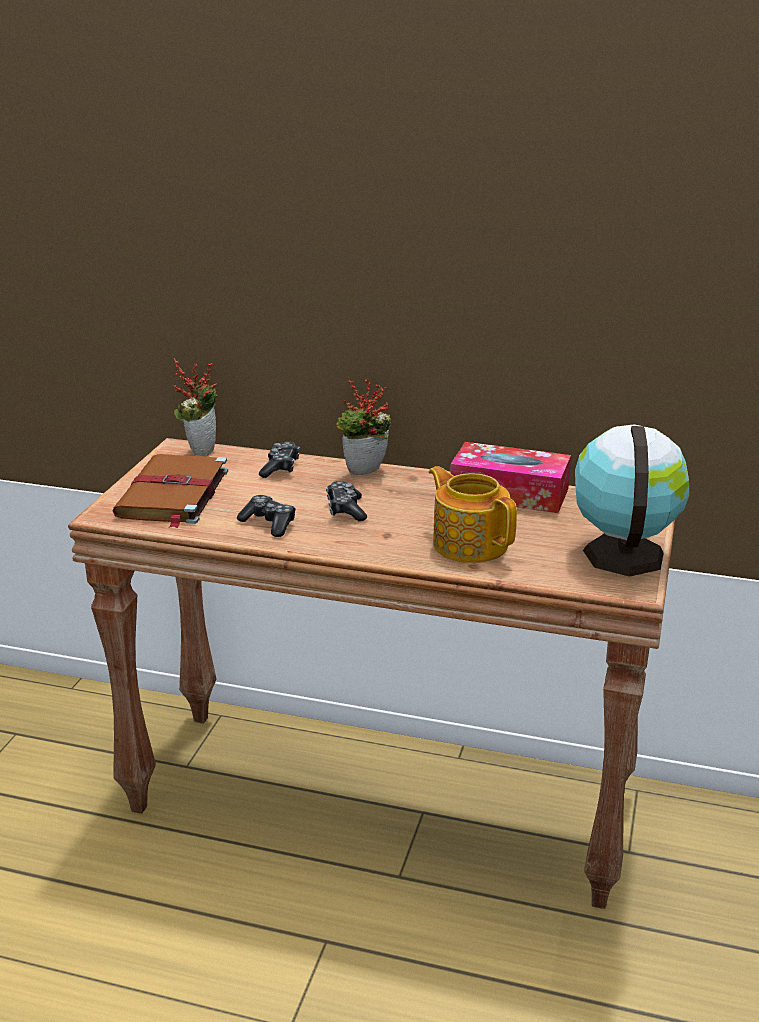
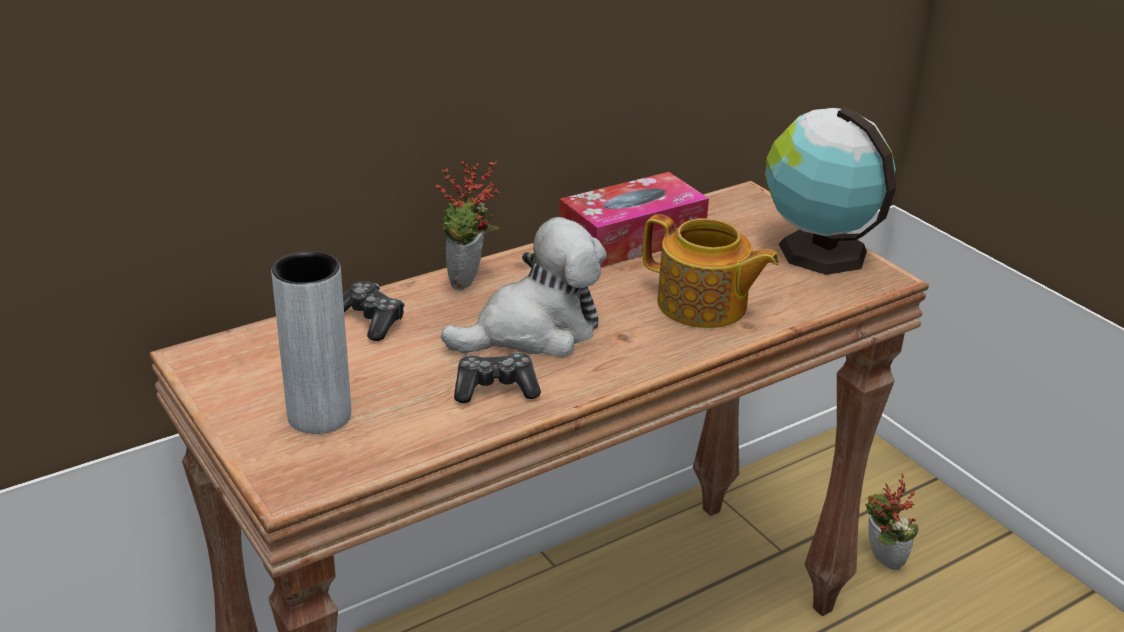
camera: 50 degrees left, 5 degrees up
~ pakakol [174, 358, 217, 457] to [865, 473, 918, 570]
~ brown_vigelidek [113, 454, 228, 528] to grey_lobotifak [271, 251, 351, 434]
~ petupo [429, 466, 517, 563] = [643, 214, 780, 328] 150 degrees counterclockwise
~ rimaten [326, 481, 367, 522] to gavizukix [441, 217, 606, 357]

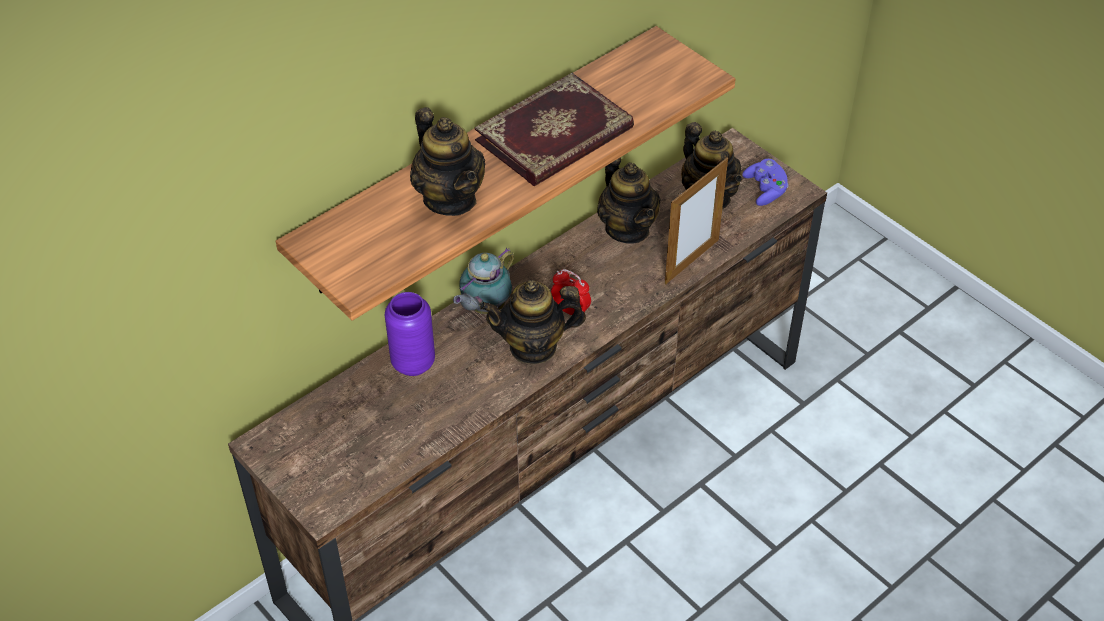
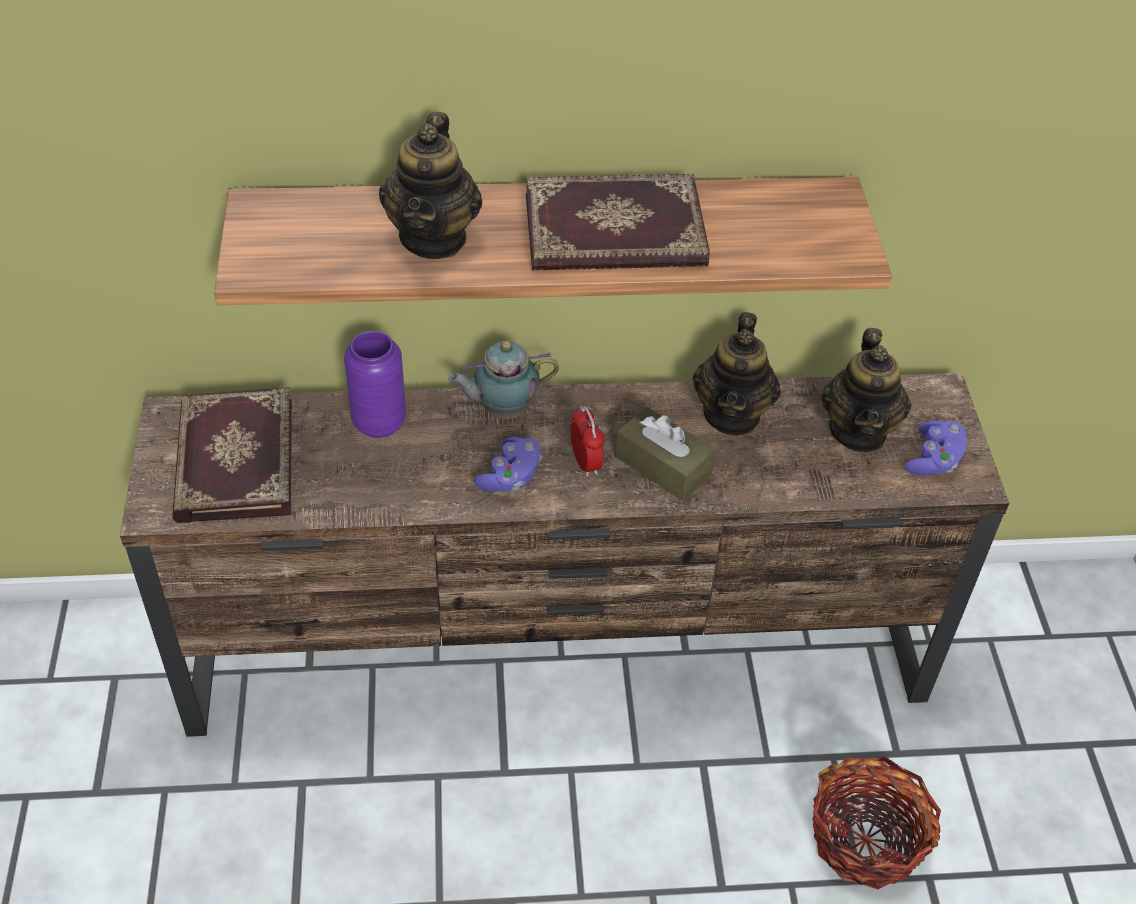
camera: 35 degrees right, 0 degrees up
- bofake [665, 158, 728, 284]
~ petupo [480, 280, 586, 364] to purple_rimaten [474, 437, 542, 492]
+ vigelidek [172, 387, 292, 523]
+ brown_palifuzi [615, 407, 715, 501]
+ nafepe [812, 757, 941, 889]

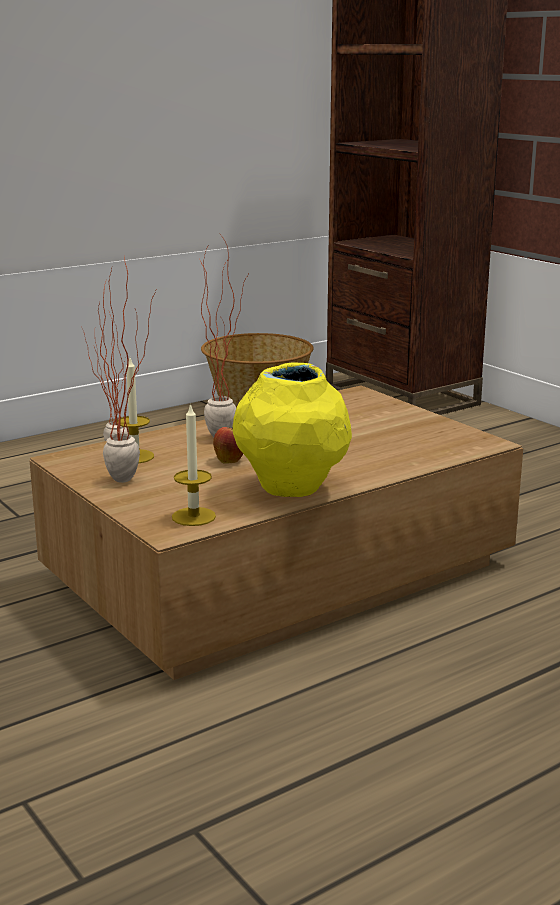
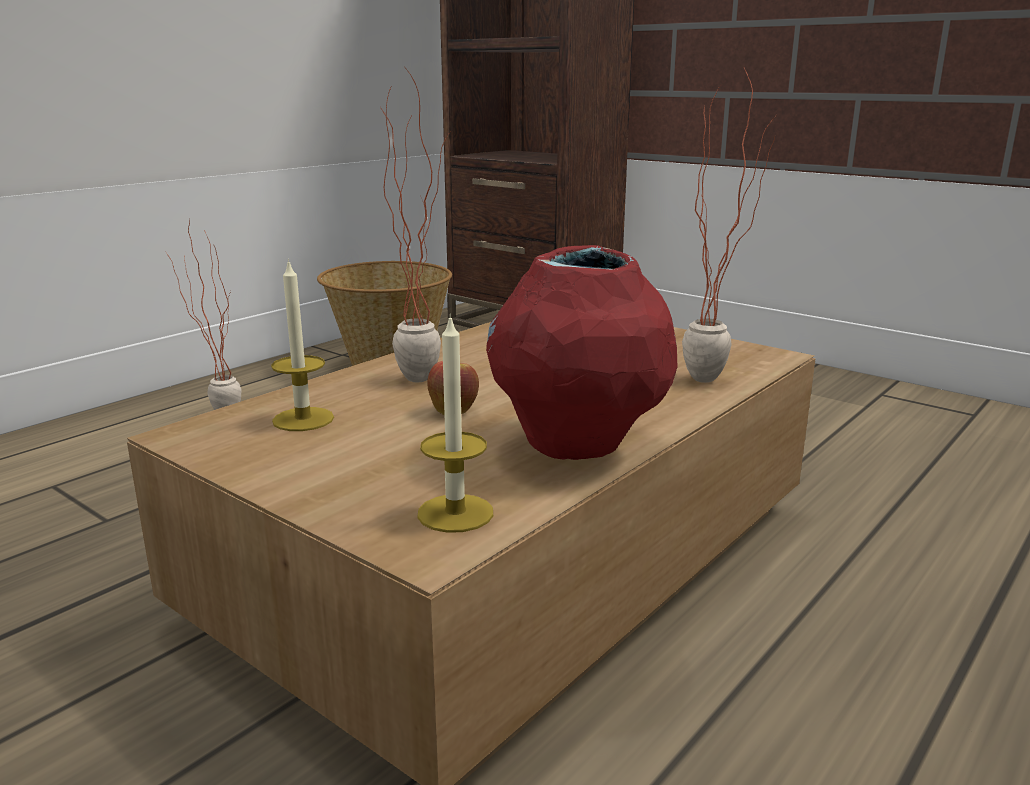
camera: 15 degrees left, 0 degrees up
~ pakakol [94, 258, 156, 483] to [682, 68, 775, 383]
~ yellow_lobotifak [233, 362, 352, 497] to red_lobotifak [486, 245, 678, 460]

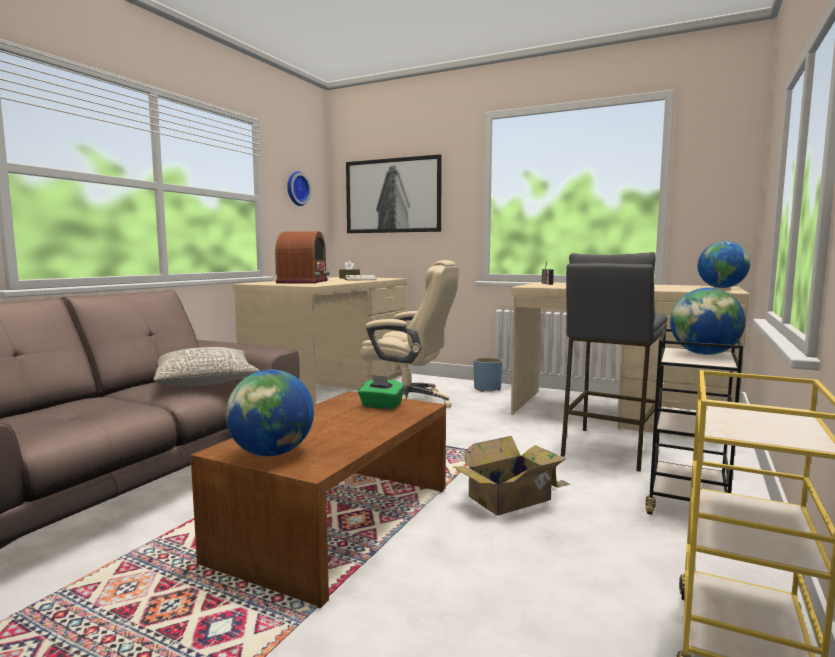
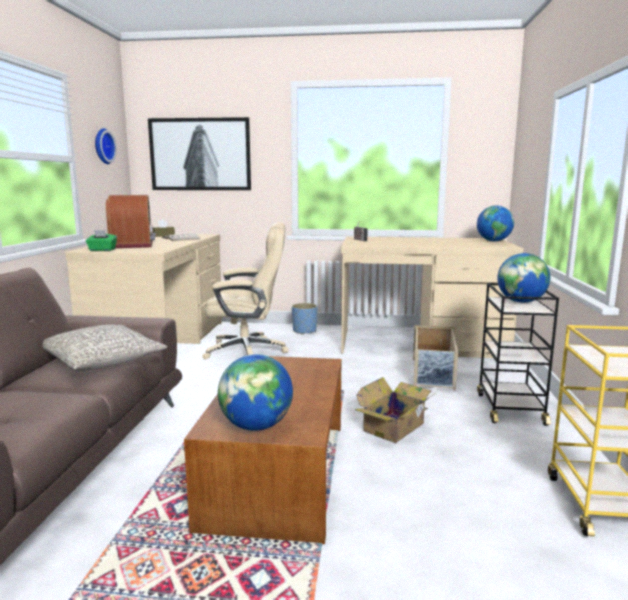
camera: 20 degrees left, 5 degrees up
~ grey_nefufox [561, 252, 667, 472] to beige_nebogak [413, 325, 458, 391]
~ green_palifuzi [358, 375, 405, 409] to [86, 230, 117, 251]

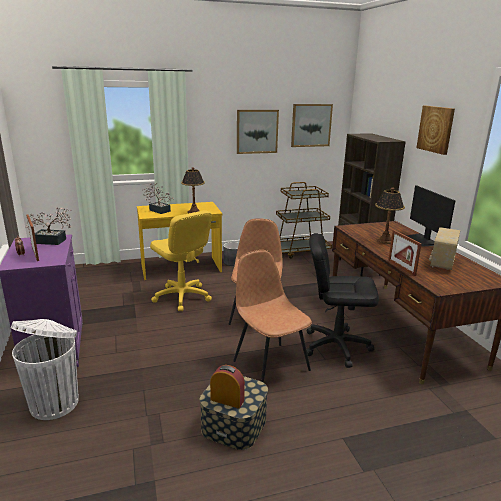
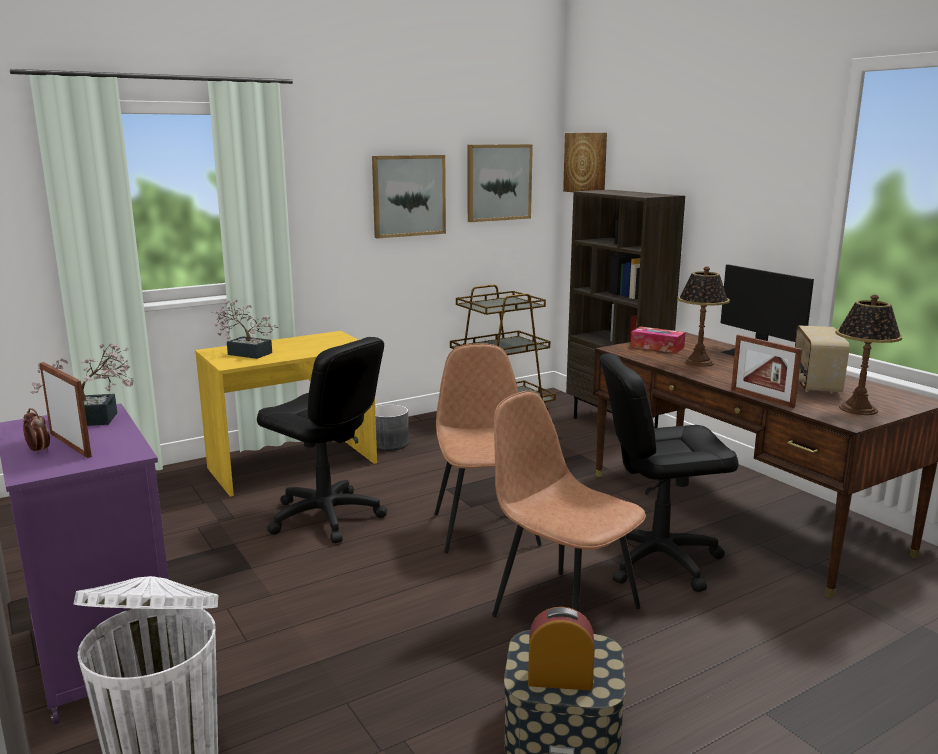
camera: 15 degrees left, 5 degrees down
~ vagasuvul [417, 106, 455, 155] to [563, 133, 607, 192]
~ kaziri [181, 167, 205, 213] to [836, 294, 902, 415]
~ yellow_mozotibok [150, 210, 212, 311] to black_mozotibok [257, 337, 387, 543]
+ palifuzi [631, 326, 685, 353]

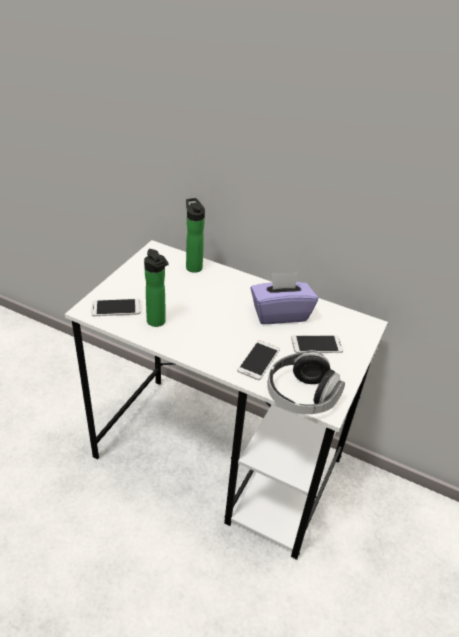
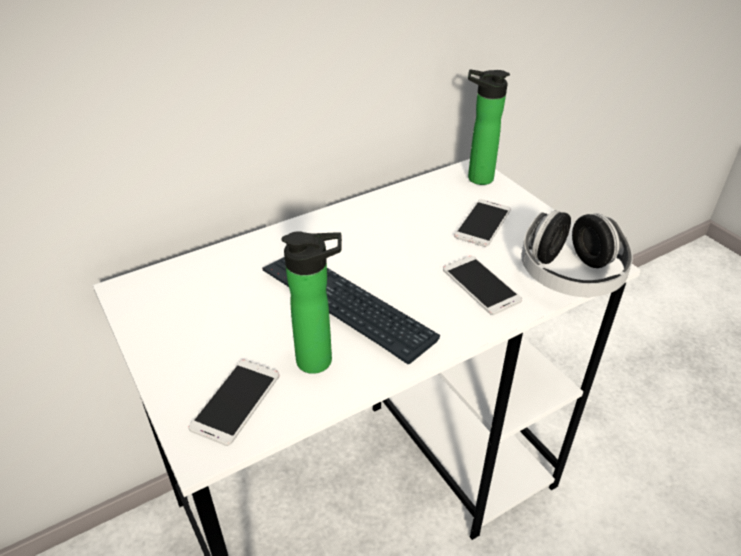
camera: 55 degrees left, 0 degrees up
~ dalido [186, 198, 205, 273] to [468, 69, 510, 185]
- purple_palifuzi [250, 272, 318, 324]
+ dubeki [262, 257, 441, 364]

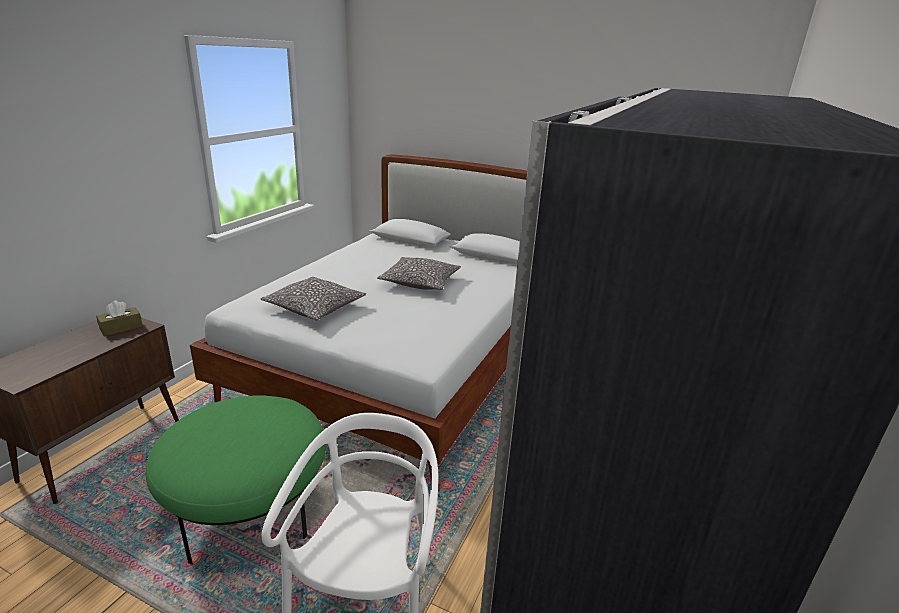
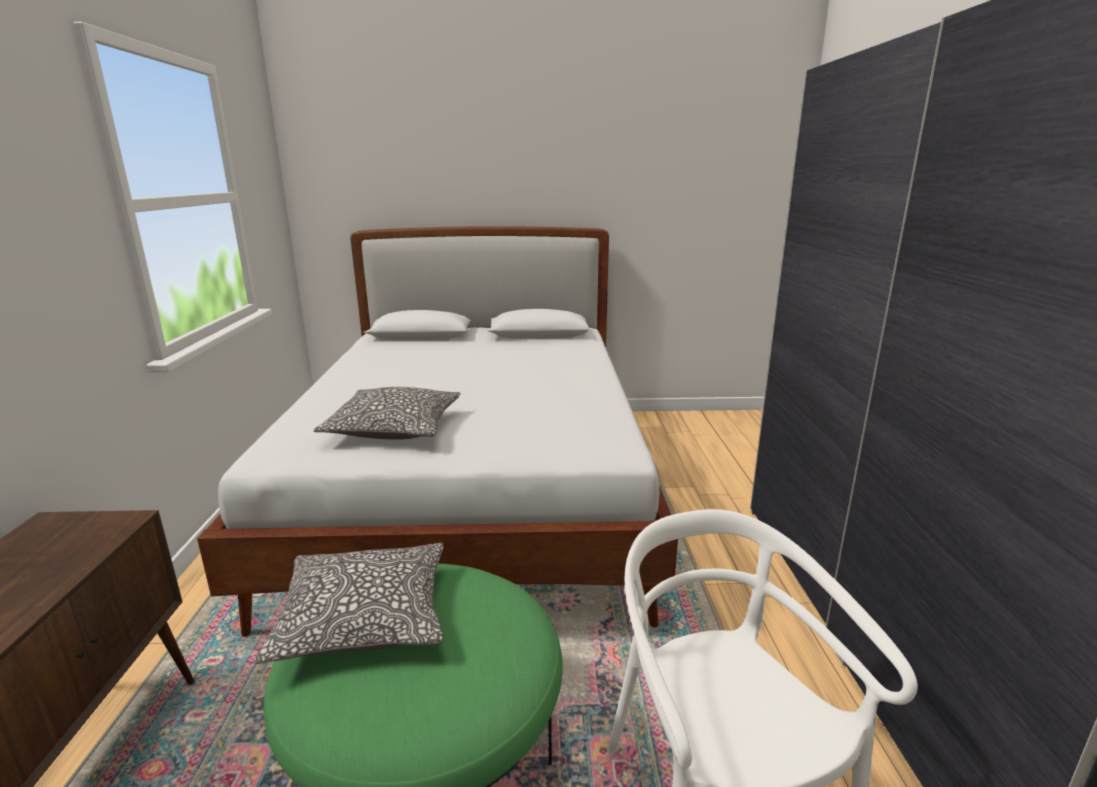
camera: 25 degrees left, 5 degrees down
~ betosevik [377, 257, 461, 290] to [254, 543, 444, 664]
- brown_palifuzi [96, 300, 143, 336]

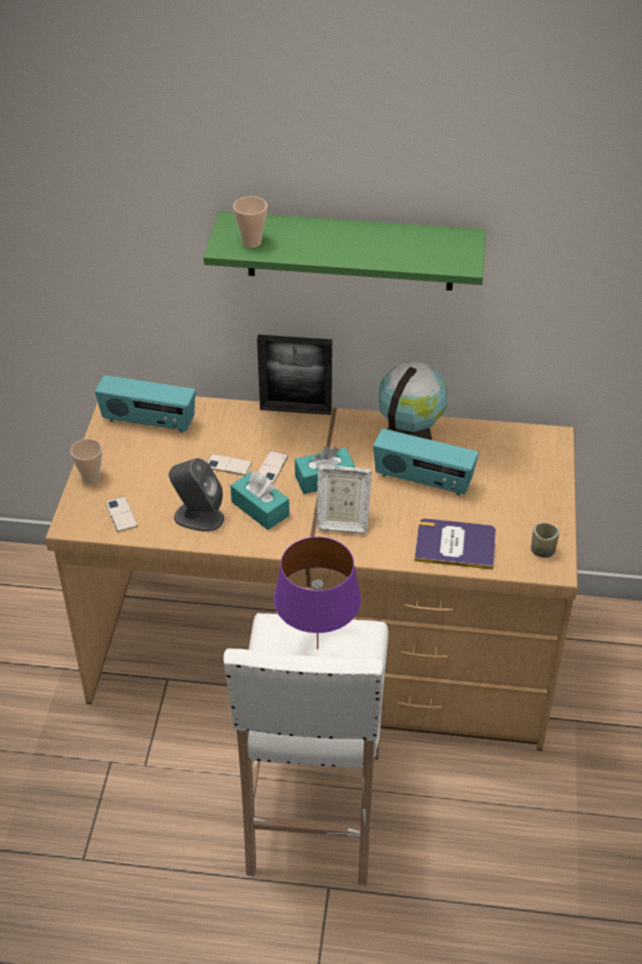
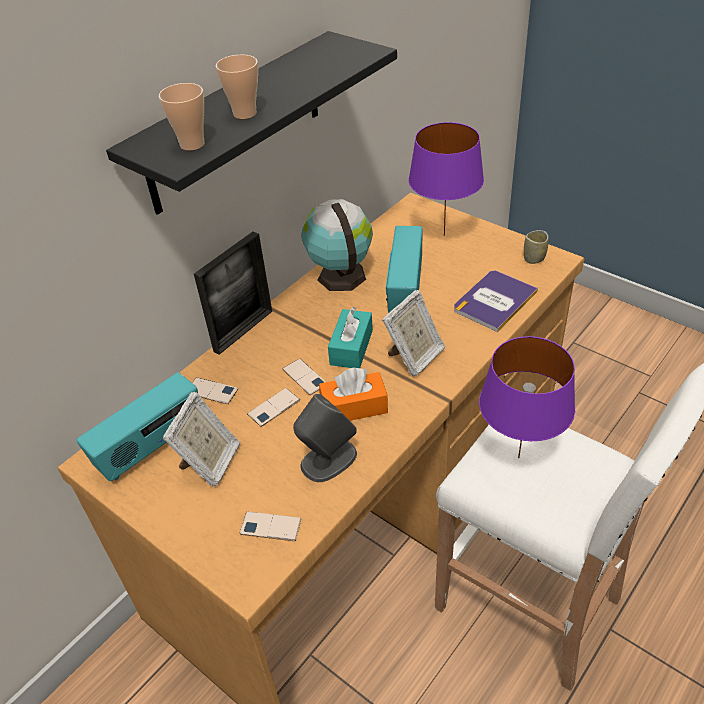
camera: 55 degrees left, 0 degrees up
~ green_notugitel [203, 211, 486, 291] to black_notugitel [106, 31, 397, 215]
~ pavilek [373, 428, 479, 496] = [386, 226, 423, 312] 135 degrees clockwise
~ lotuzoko [70, 439, 102, 484] to [216, 55, 258, 119]
~ turquoise_palifuzi [230, 471, 289, 530] to orange_palifuzi [319, 368, 388, 421]
+ purple_kaziri [408, 122, 484, 236]
+ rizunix [192, 377, 238, 404]
+ bofake [163, 392, 240, 487]

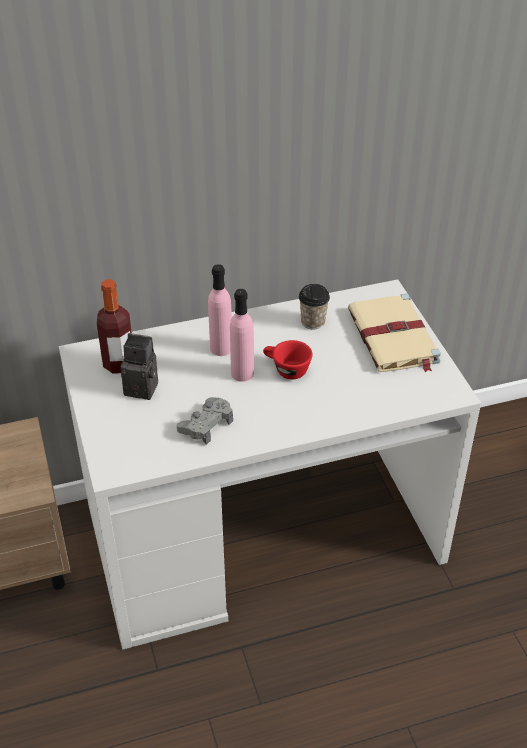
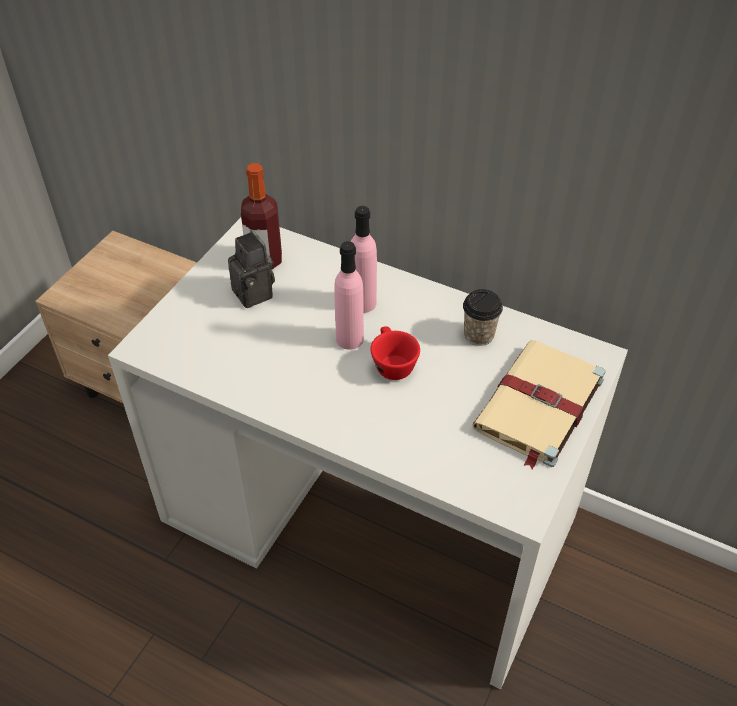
camera: 45 degrees right, 5 degrees up
- grey_rimaten [177, 397, 233, 445]

